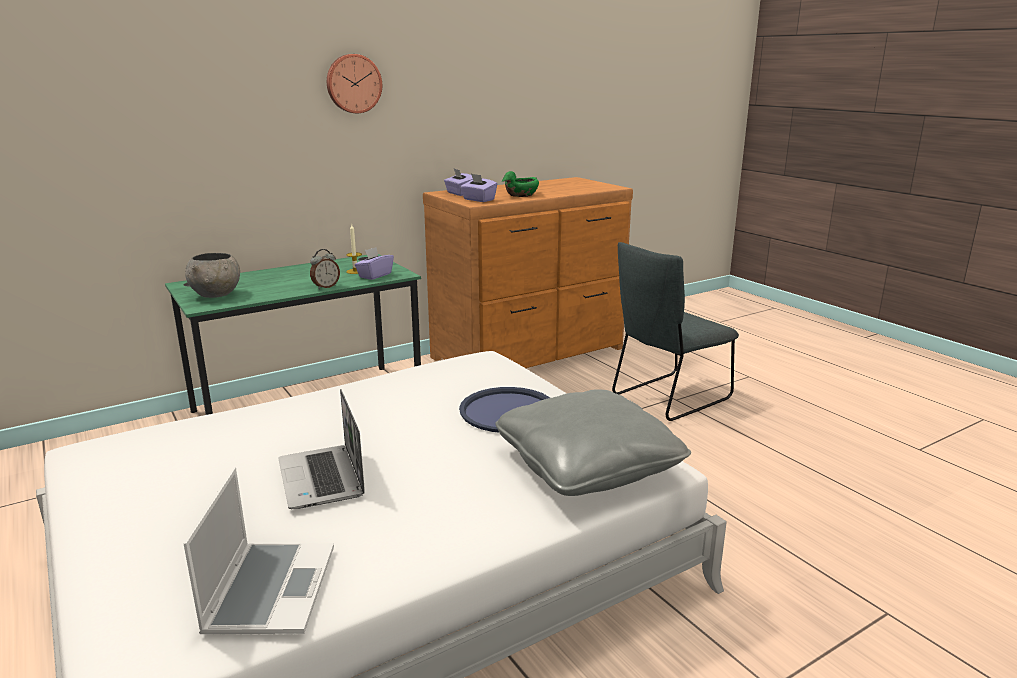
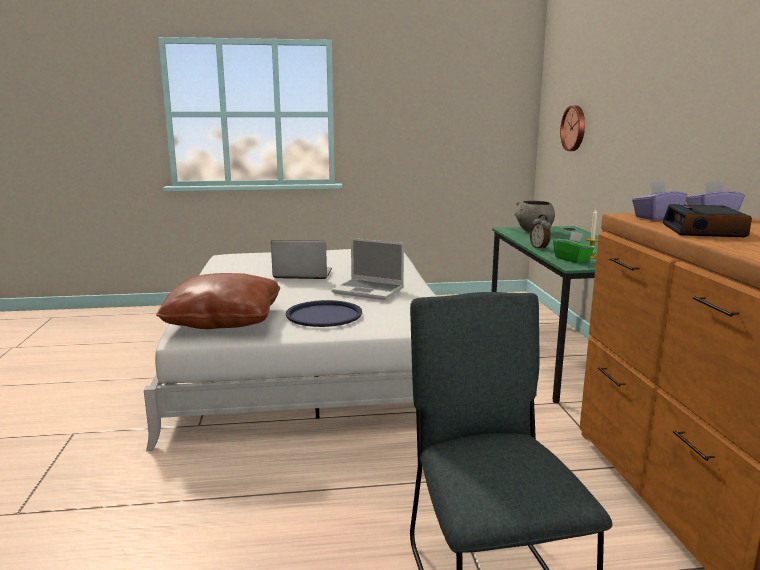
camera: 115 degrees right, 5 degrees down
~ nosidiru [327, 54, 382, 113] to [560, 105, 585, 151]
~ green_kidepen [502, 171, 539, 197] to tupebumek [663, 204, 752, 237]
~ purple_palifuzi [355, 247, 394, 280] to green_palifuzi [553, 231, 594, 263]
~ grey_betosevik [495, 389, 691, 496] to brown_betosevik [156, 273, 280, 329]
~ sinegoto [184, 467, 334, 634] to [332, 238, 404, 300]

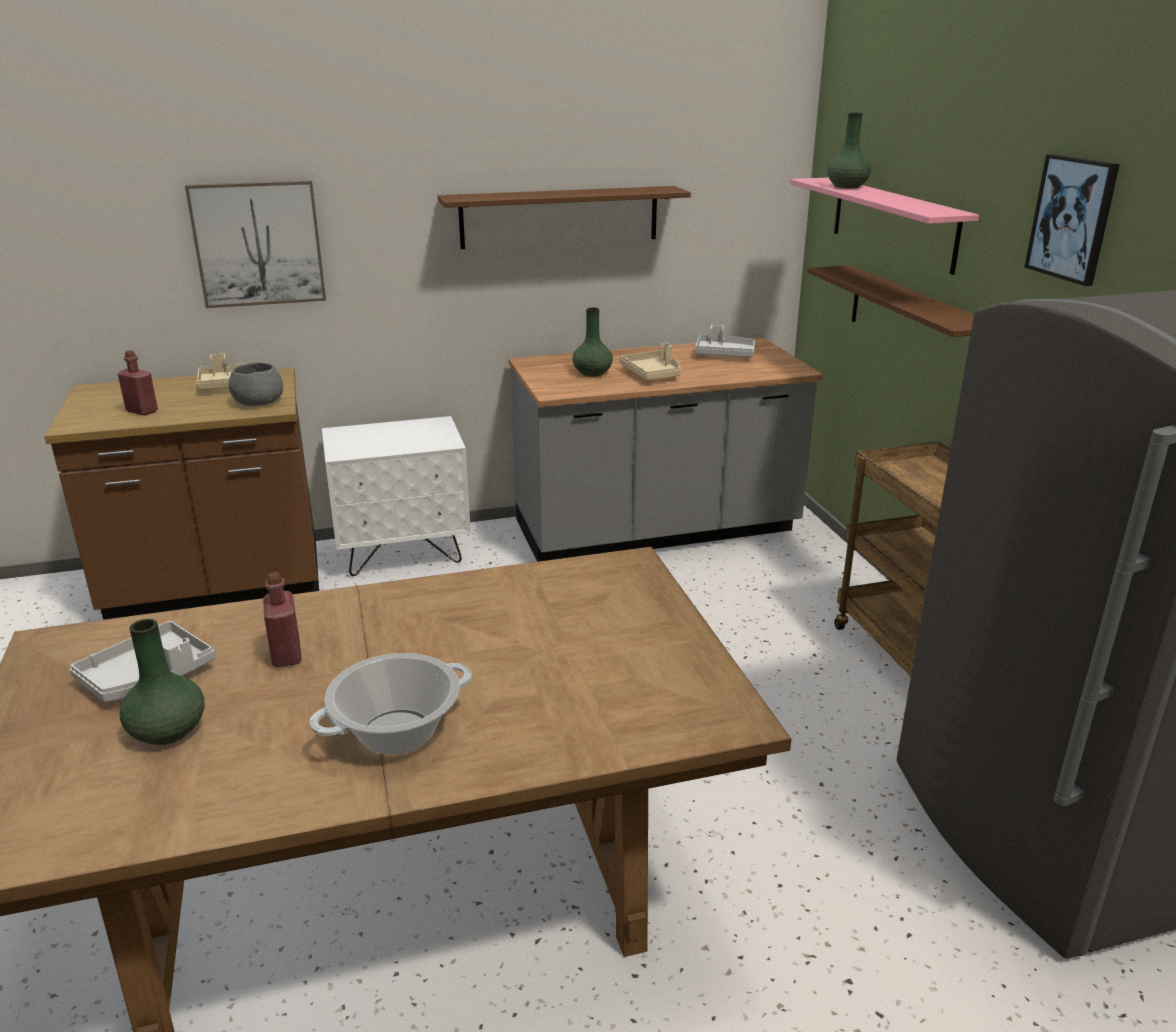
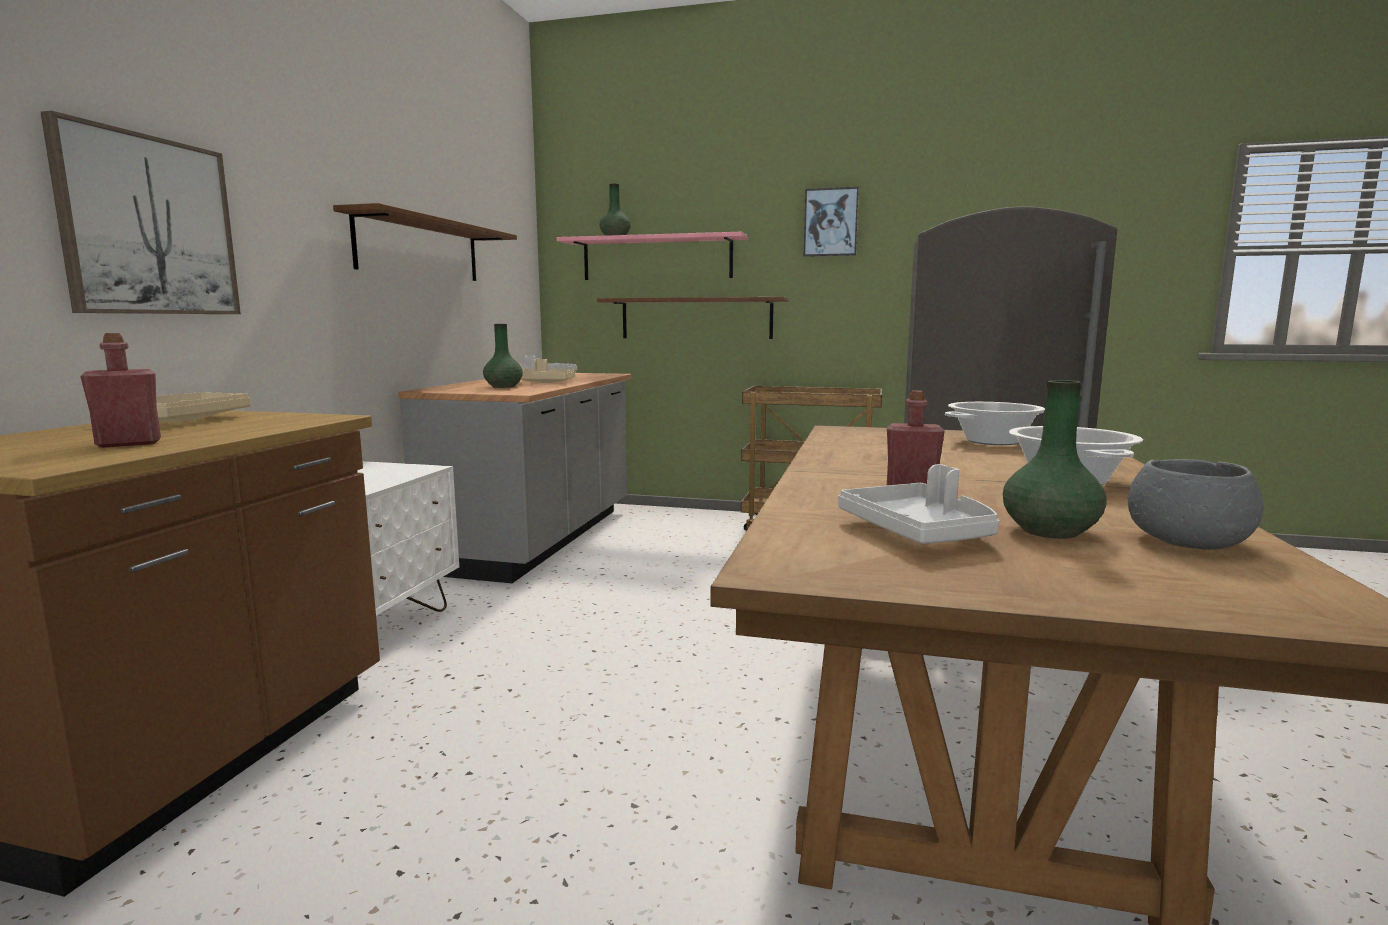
camera: 60 degrees left, 15 degrees down
~ grey_kidepen [229, 362, 283, 406] to [1128, 459, 1263, 550]
+ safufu [945, 402, 1045, 445]

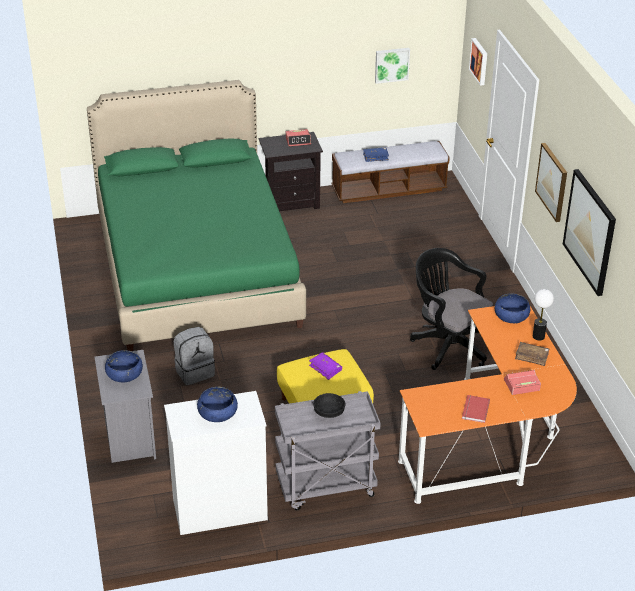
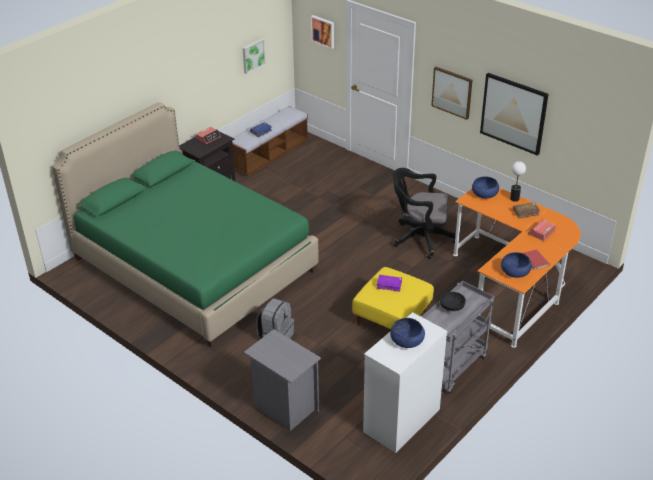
camera: 35 degrees left, 0 degrees up
~ blue_kidepen [105, 350, 143, 382] to [501, 252, 532, 278]

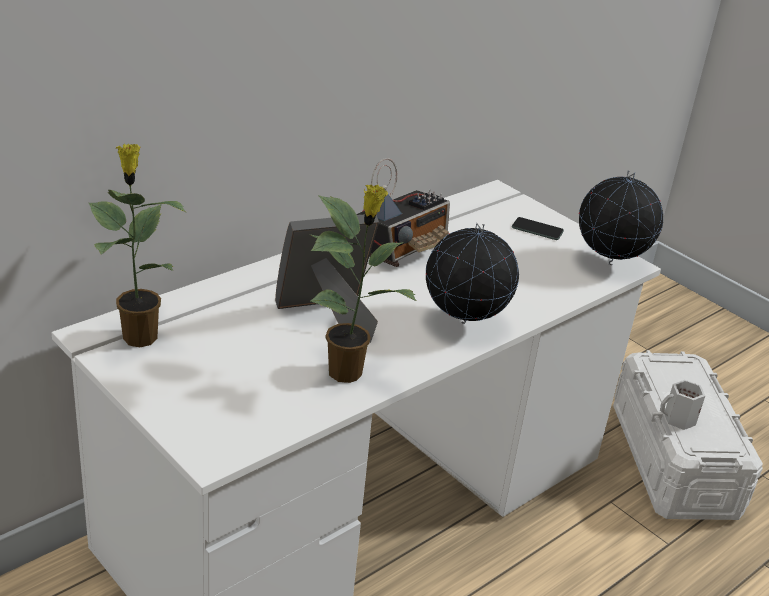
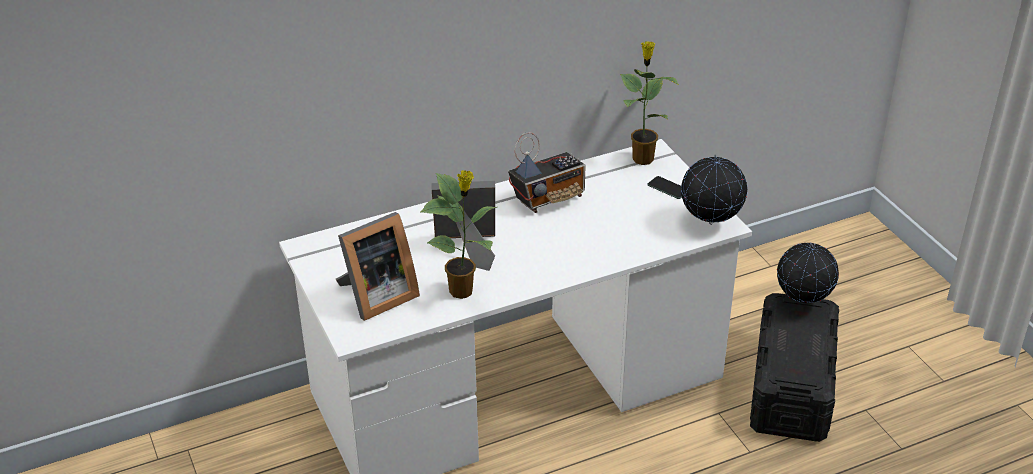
camera: 20 degrees right, 5 degrees up
~ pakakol [89, 143, 186, 347] to [620, 41, 679, 165]
~ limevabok [426, 223, 519, 324] to [777, 242, 839, 303]
~ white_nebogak [613, 350, 763, 520] to black_nebogak [750, 293, 839, 442]
- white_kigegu [660, 380, 705, 430]
+ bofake [336, 212, 420, 321]

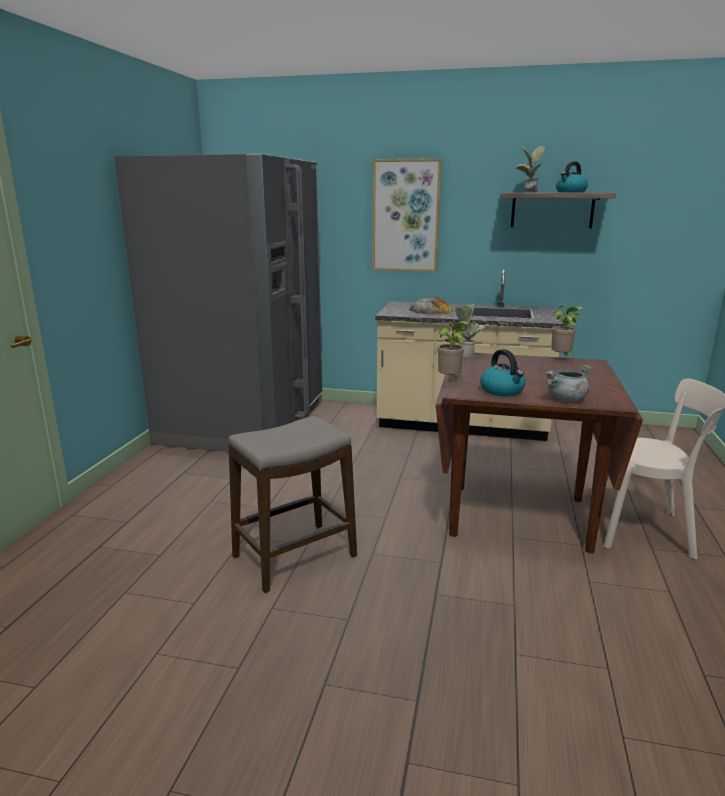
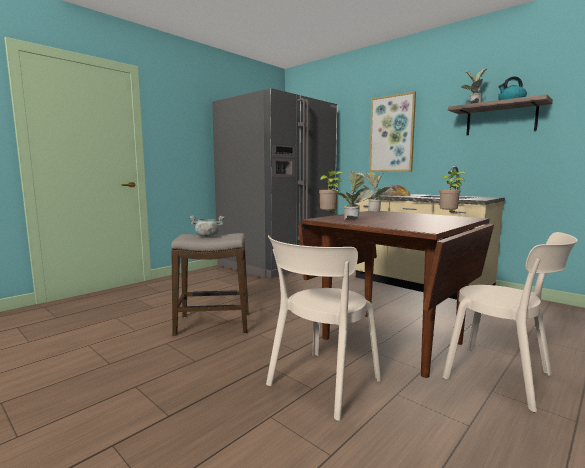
camera: 30 degrees right, 10 degrees down
~ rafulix [480, 349, 526, 396] to pakakol [332, 171, 374, 220]
~ grey_safufu [546, 365, 591, 401] to [189, 216, 225, 237]
+ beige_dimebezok [266, 235, 381, 421]

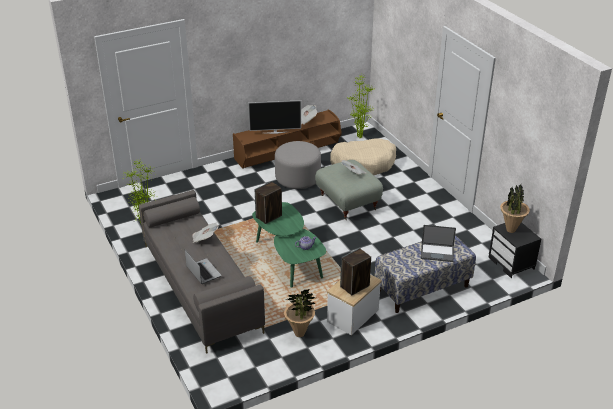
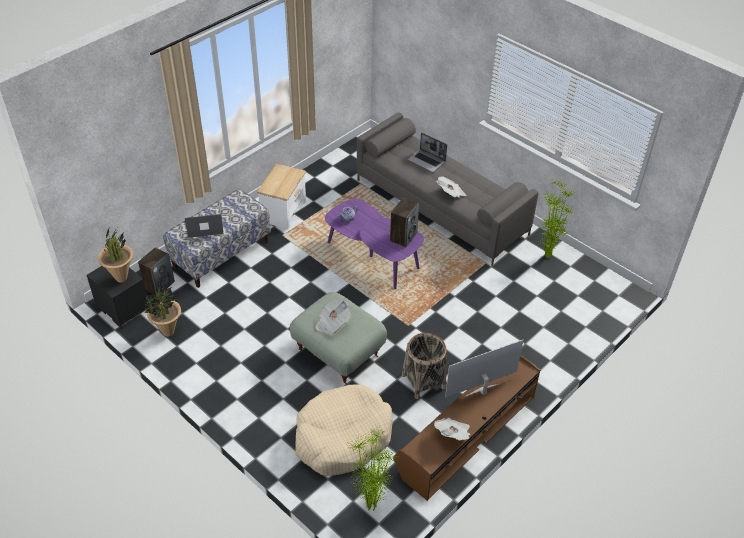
camera: 160 degrees right, 10 degrees up
~ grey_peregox [275, 141, 321, 189] to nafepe [402, 333, 446, 399]
~ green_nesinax [252, 202, 326, 288] to purple_nesinax [325, 199, 424, 289]
~ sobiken [340, 248, 371, 295] to [138, 247, 175, 293]
~ pakakol [284, 289, 317, 337] to [144, 286, 181, 337]

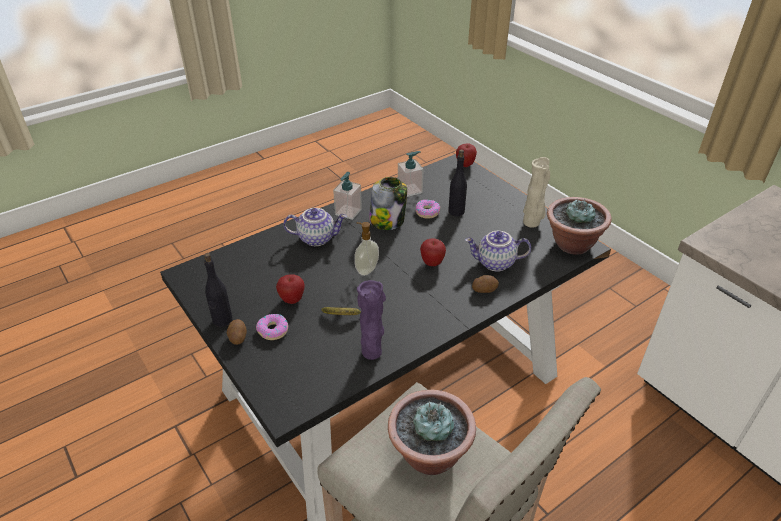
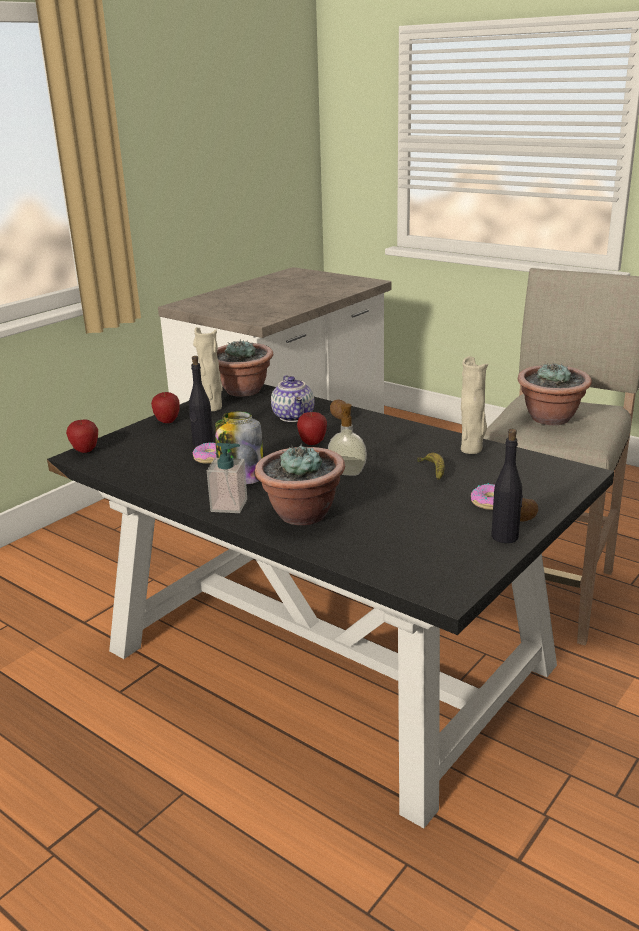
camera: 105 degrees left, 15 degrees down
- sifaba [398, 151, 424, 197]
~ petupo [283, 208, 347, 246] to pakakol [255, 444, 345, 525]
~ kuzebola [276, 274, 305, 304] to [151, 392, 180, 423]
~ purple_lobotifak [357, 280, 386, 360] to beige_lobotifak [461, 356, 488, 454]

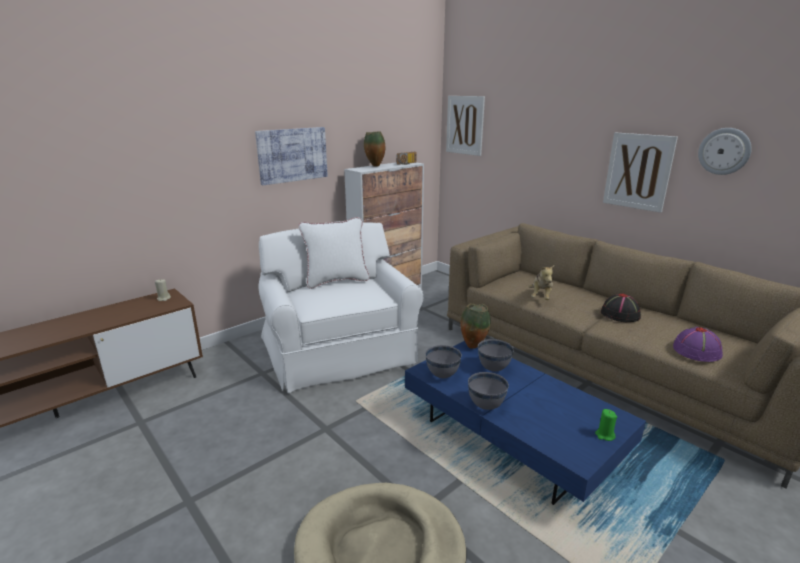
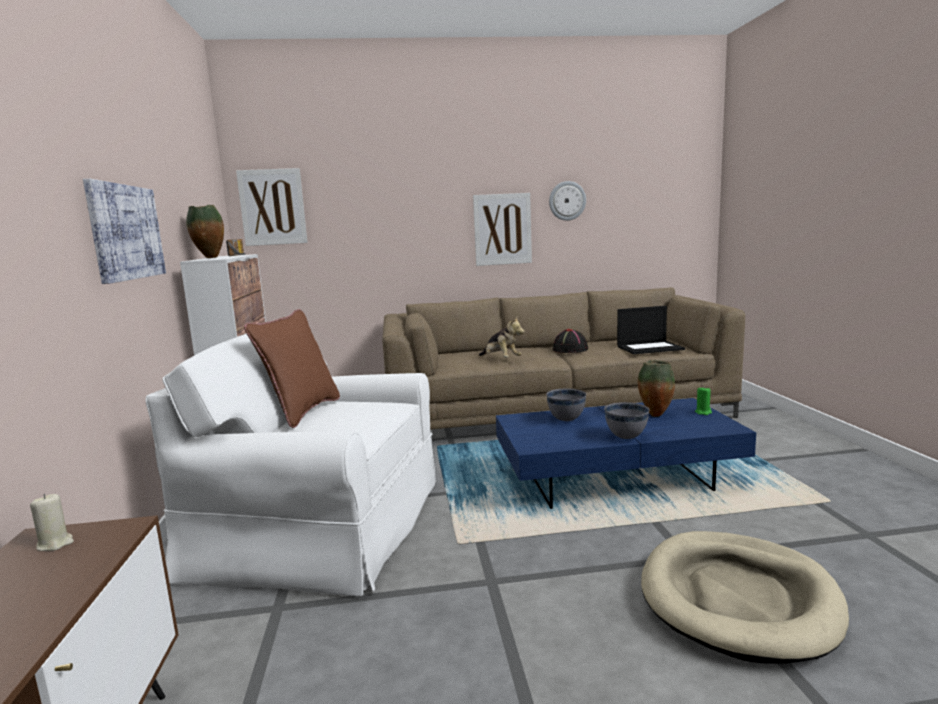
camera: 55 degrees left, 10 degrees down
~ white_betosevik [299, 217, 370, 289] to brown_betosevik [244, 309, 340, 428]
~ lobotifak [461, 303, 491, 349] to [638, 360, 675, 417]
~ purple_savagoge [673, 327, 723, 362] to sinegoto [617, 306, 685, 354]
- grey_kidepen [425, 345, 462, 378]

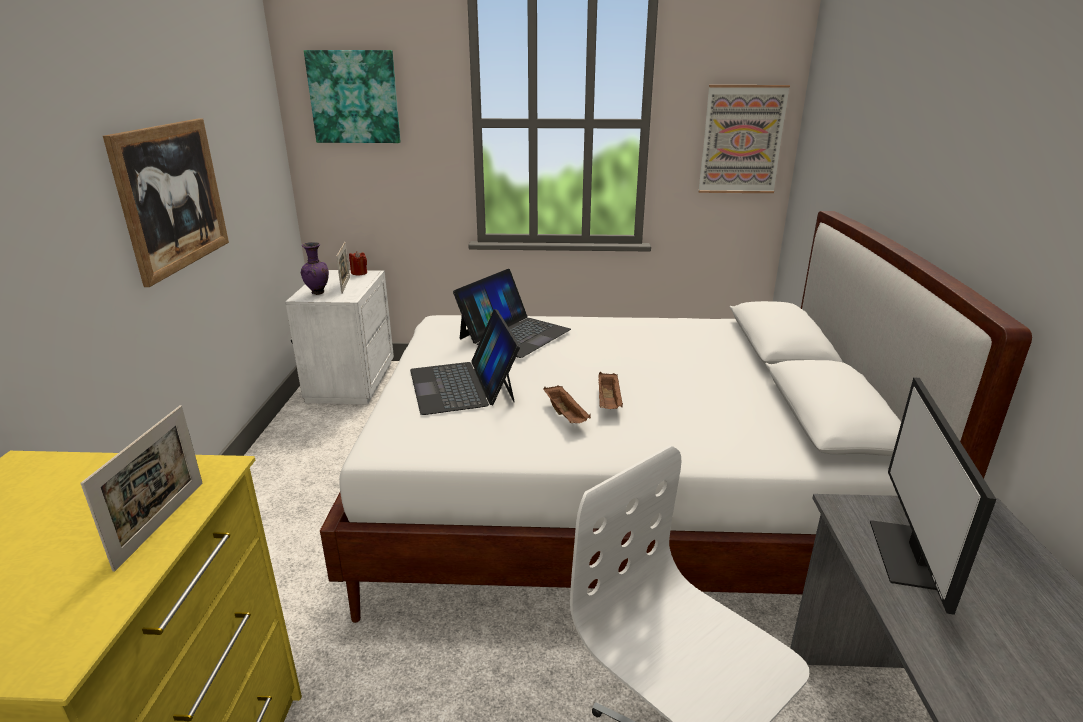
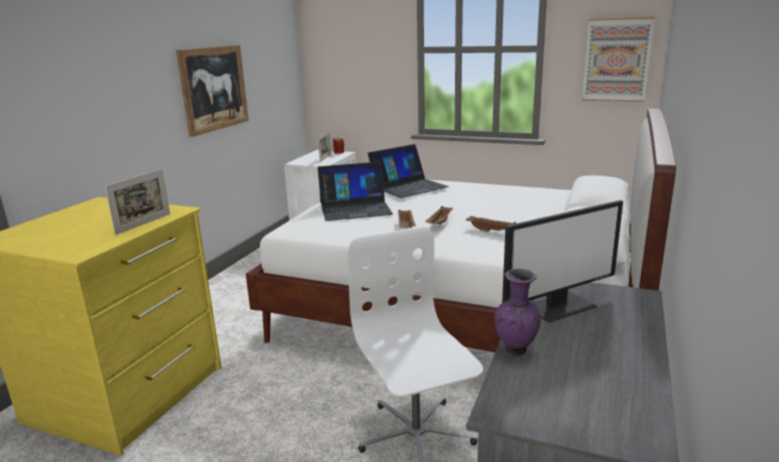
camera: 20 degrees right, 5 degrees down
- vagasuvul [304, 50, 401, 143]
~ purple_lobotifak [301, 242, 329, 295] to [494, 268, 541, 356]
~ sinegoto [410, 309, 520, 415] = [318, 162, 393, 221] 105 degrees counterclockwise
~ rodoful [870, 377, 996, 615] = [502, 200, 623, 323] 150 degrees counterclockwise
+ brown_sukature [466, 216, 516, 232]

